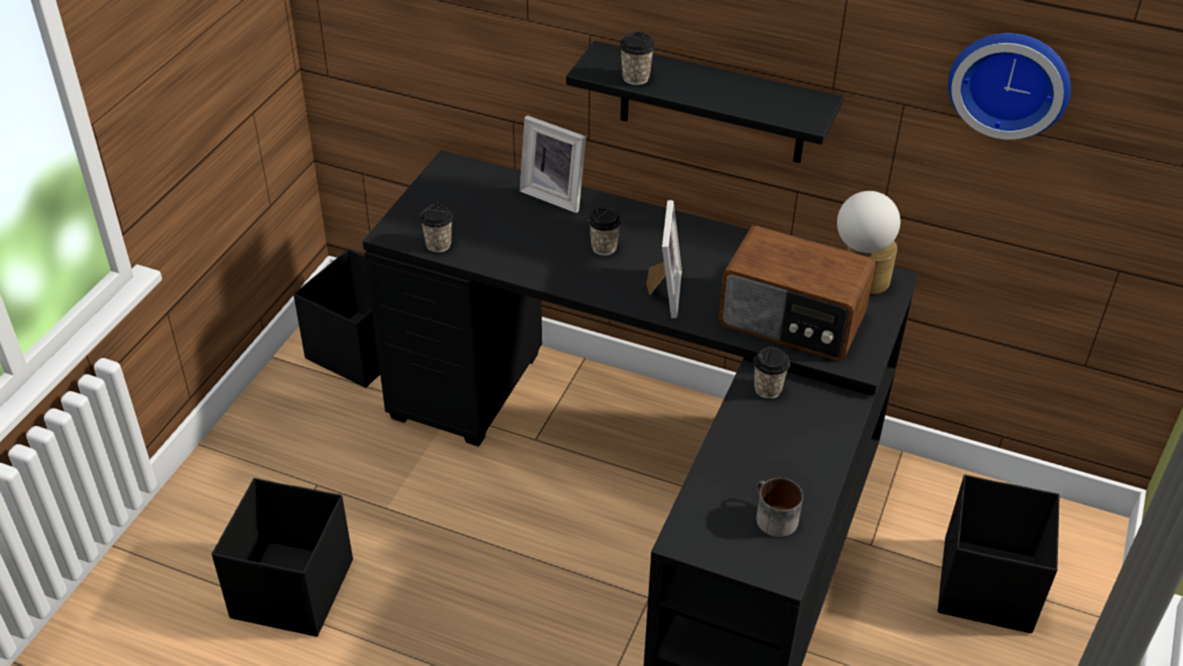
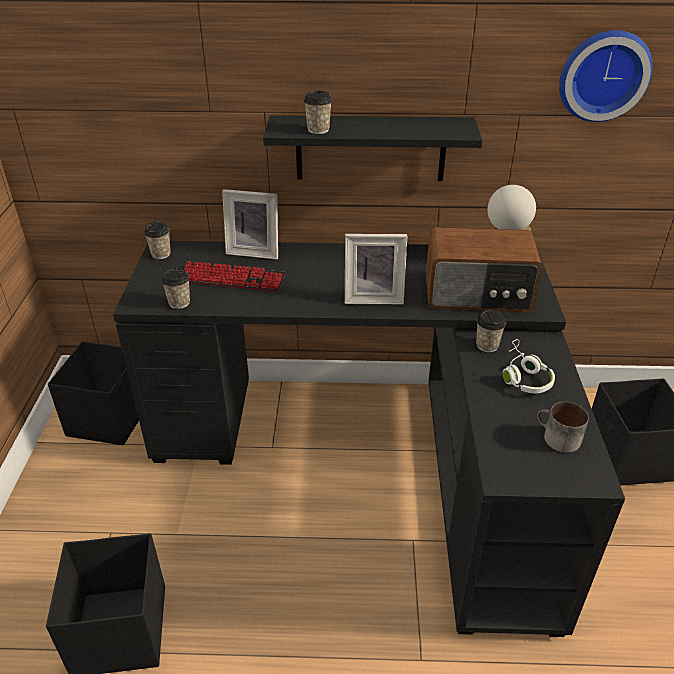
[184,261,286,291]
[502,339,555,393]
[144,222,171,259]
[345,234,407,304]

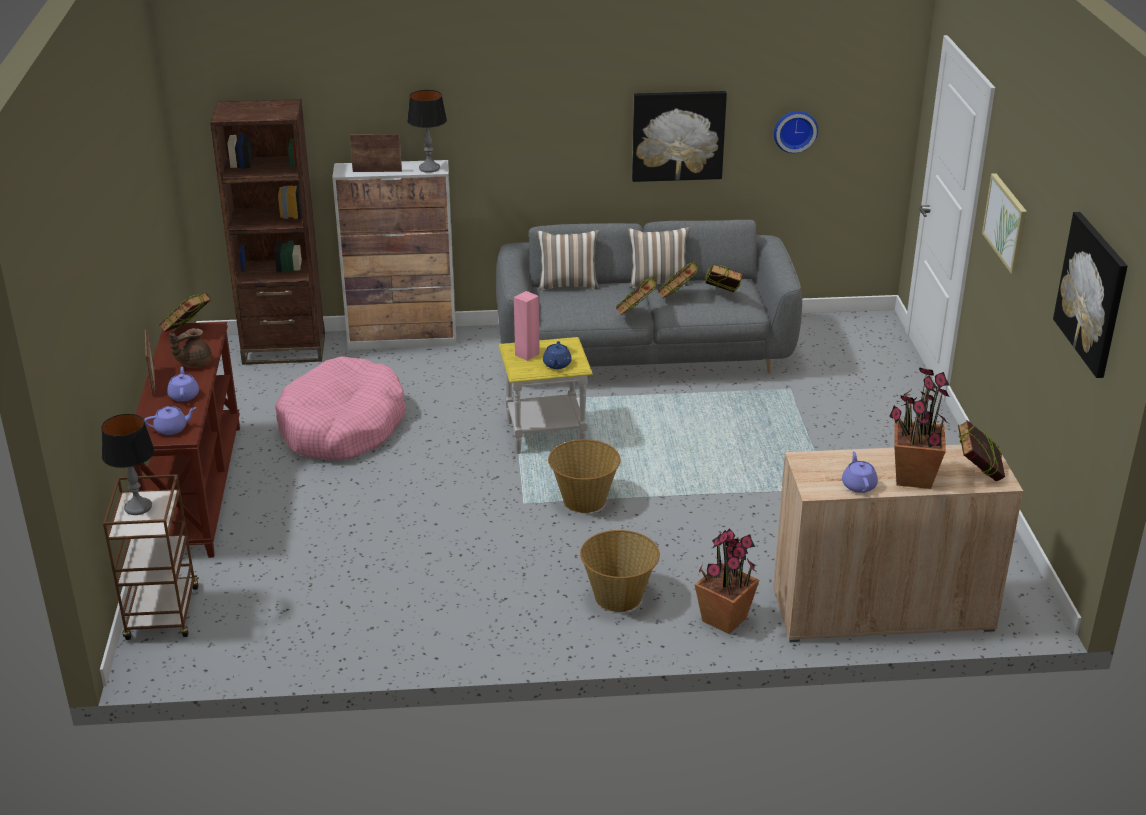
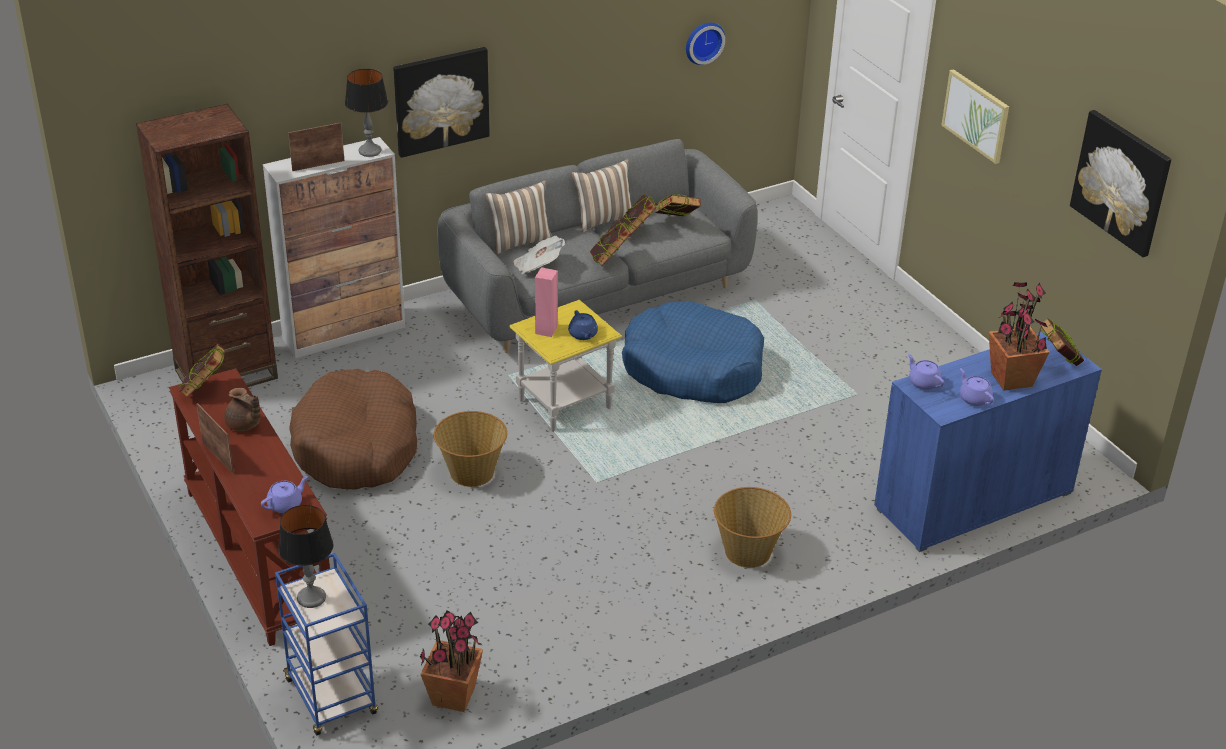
[513,236,565,274]
[622,302,764,403]
[908,354,944,390]
[434,411,507,487]
[393,47,490,158]
[420,610,483,712]
[275,553,378,736]
[289,369,417,489]
[874,331,1102,552]
[224,388,260,431]

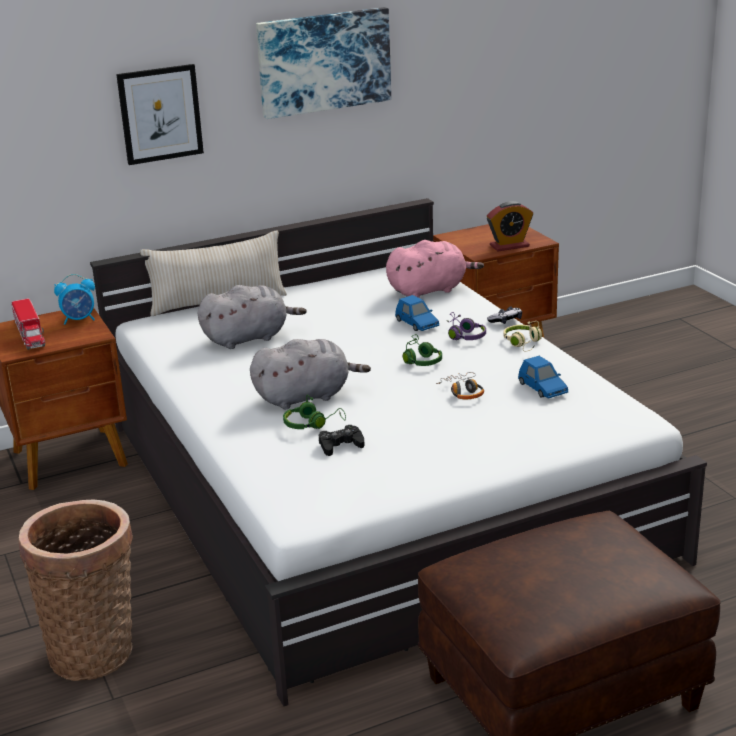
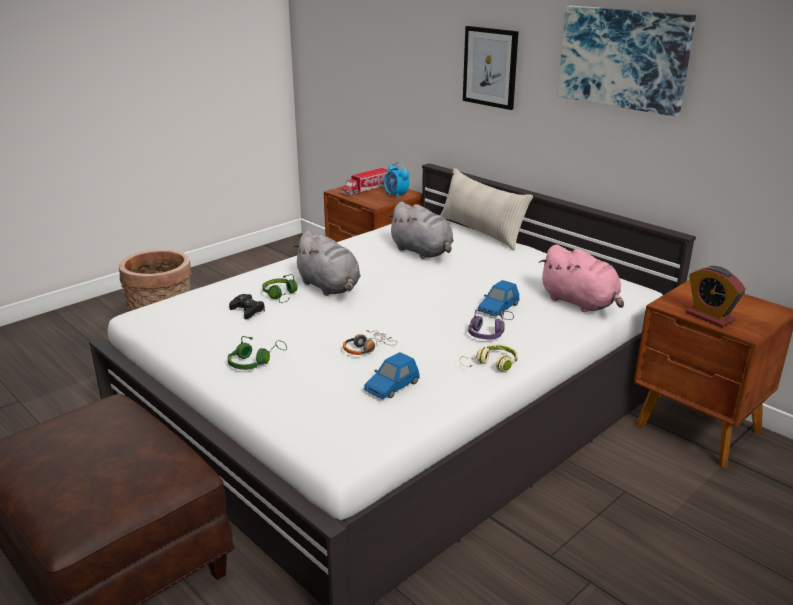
[487,306,522,324] (first image)
[228,336,287,370]

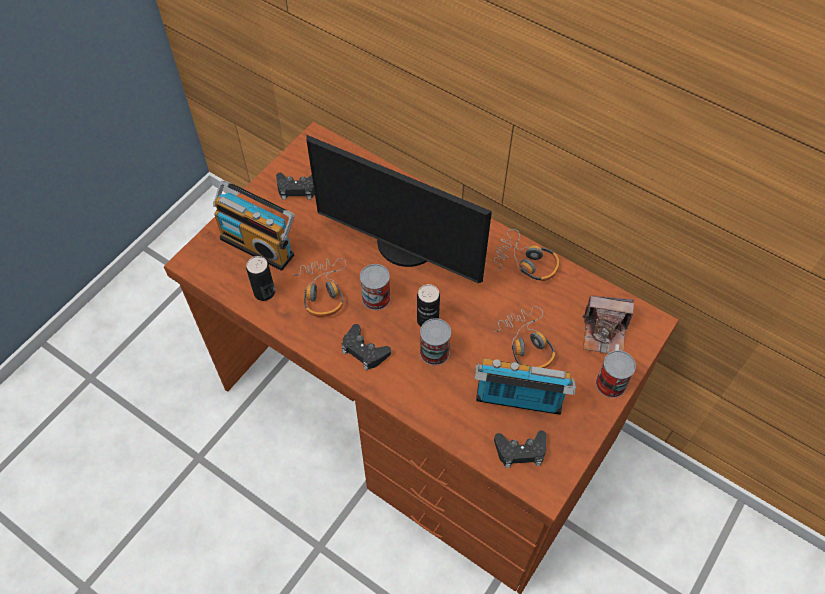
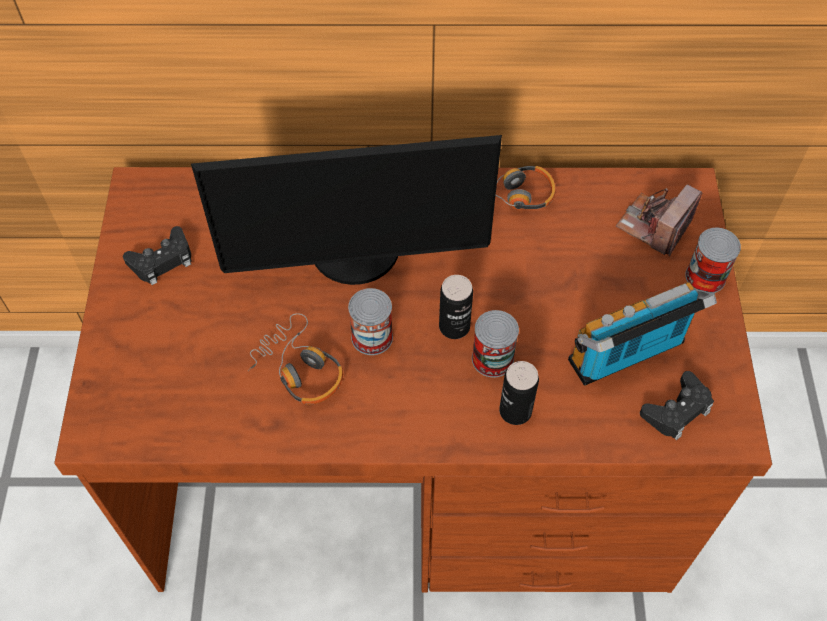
[213,181,295,271] (first image)
[342,324,391,371] (first image)
[492,306,555,368] (first image)
[499,361,539,425]
[616,184,703,257]

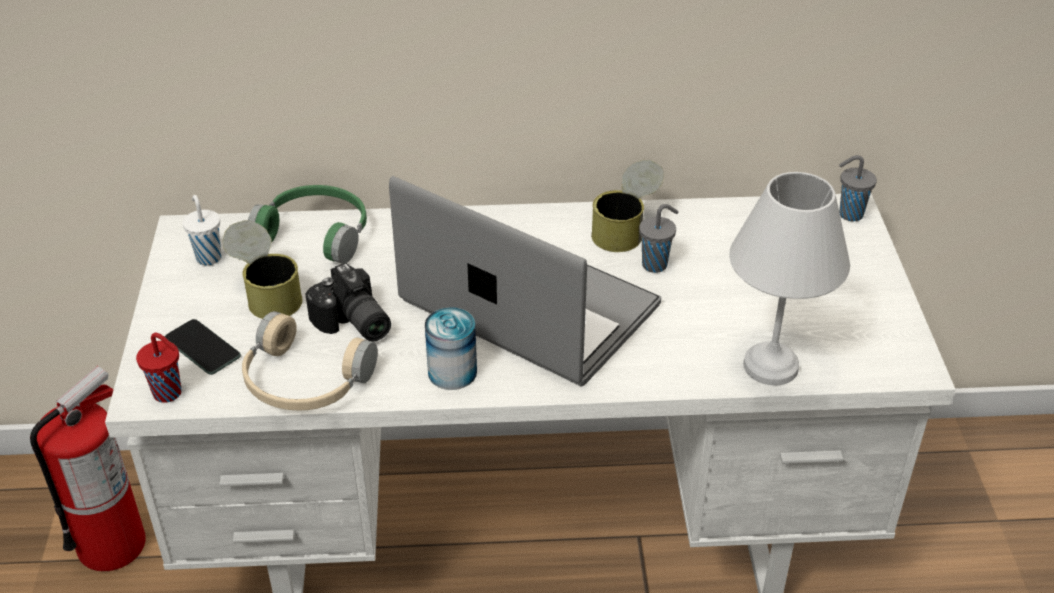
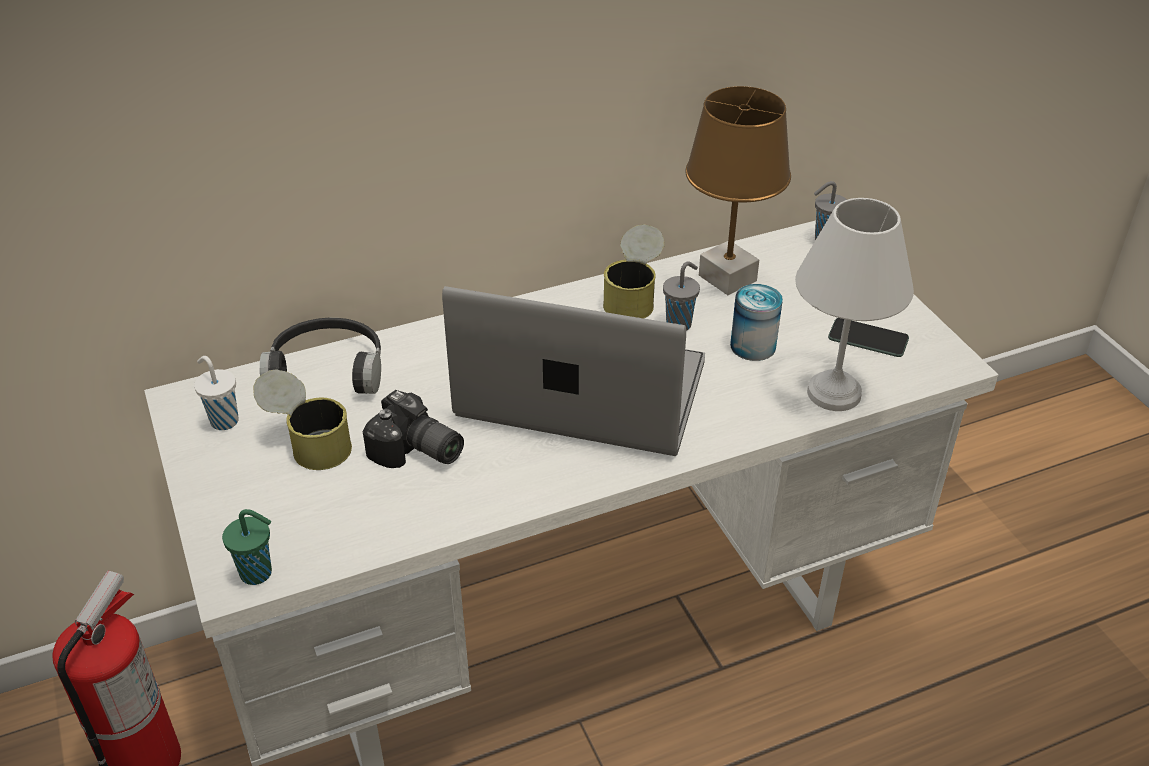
[242,311,377,410] (first image)
[685,86,791,295]
[828,318,909,357]
[730,284,783,361]
[222,509,272,585]
[260,318,381,394]

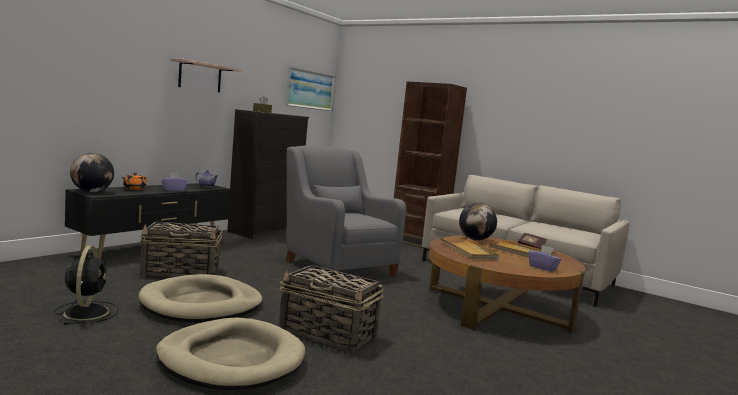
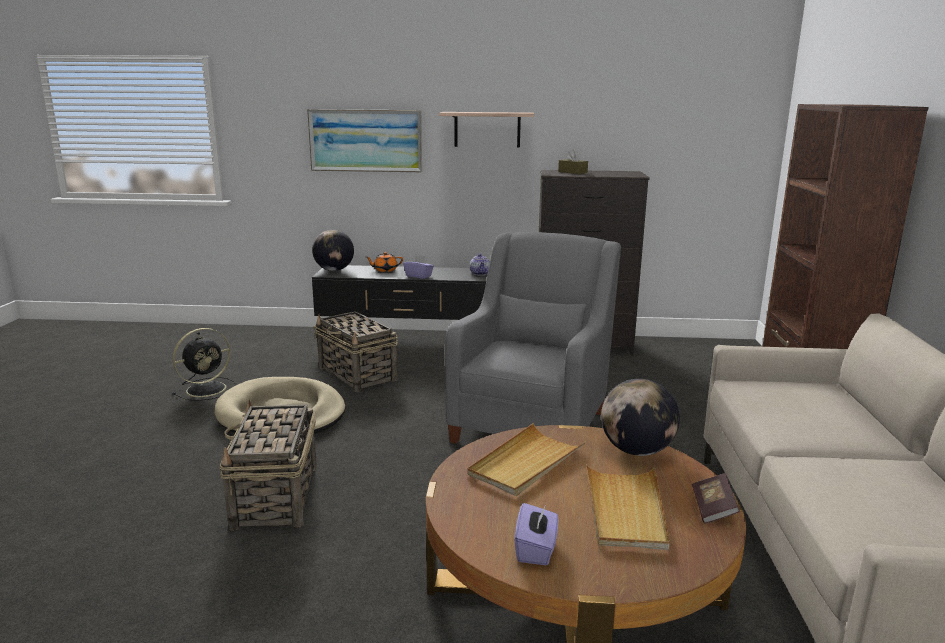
[156,317,305,390] (first image)
[307,109,422,172]

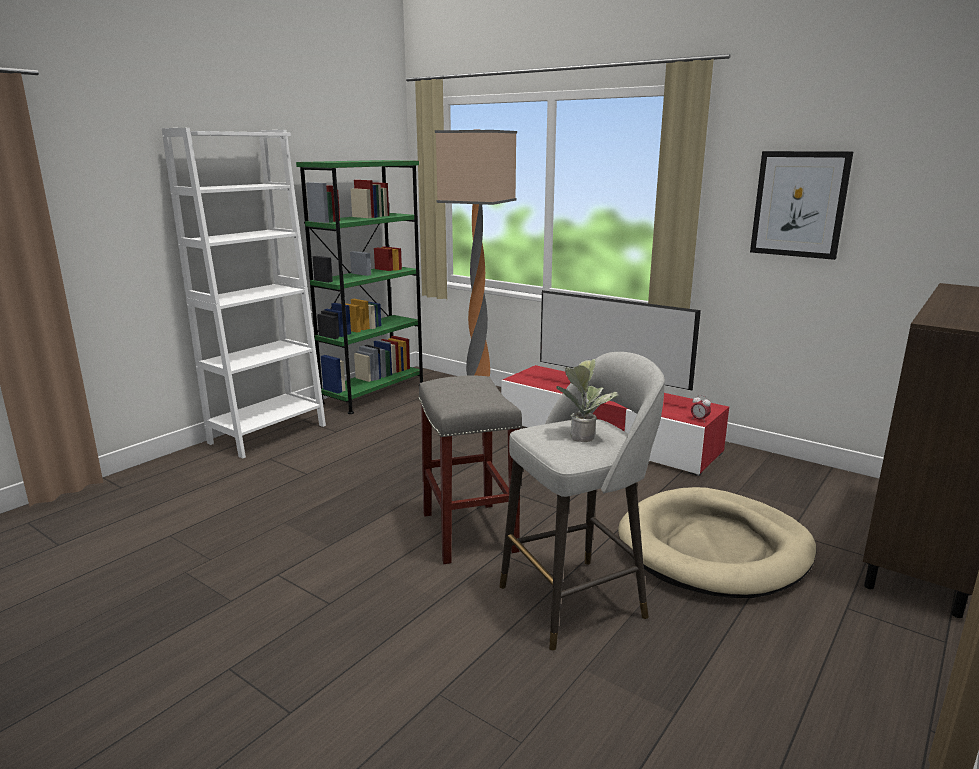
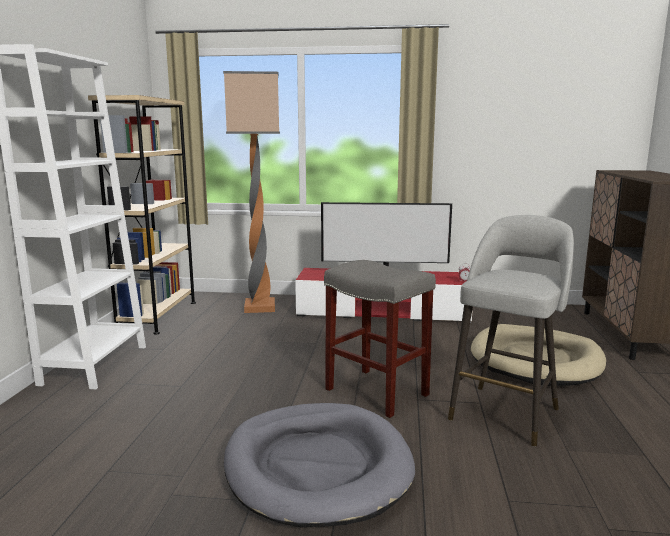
[556,359,619,442] (first image)
[750,151,853,260] (first image)
[224,403,415,528]
[88,95,196,335]

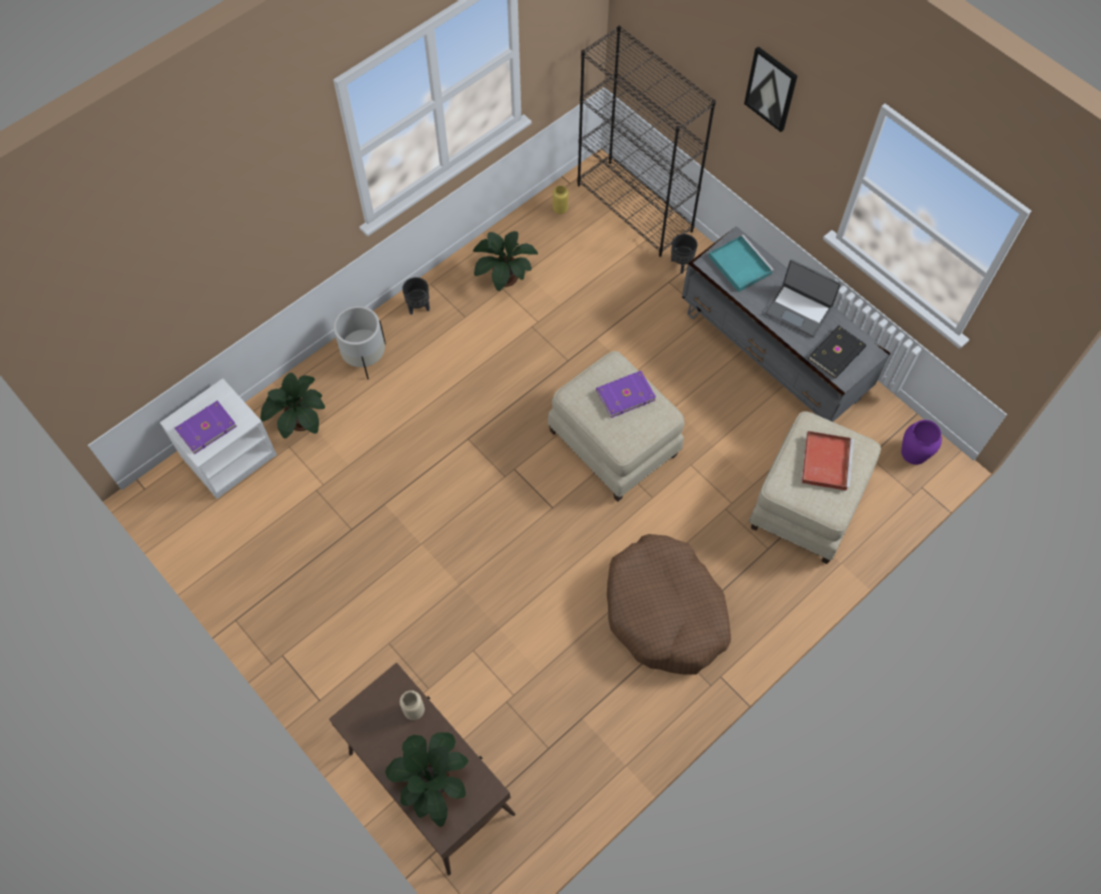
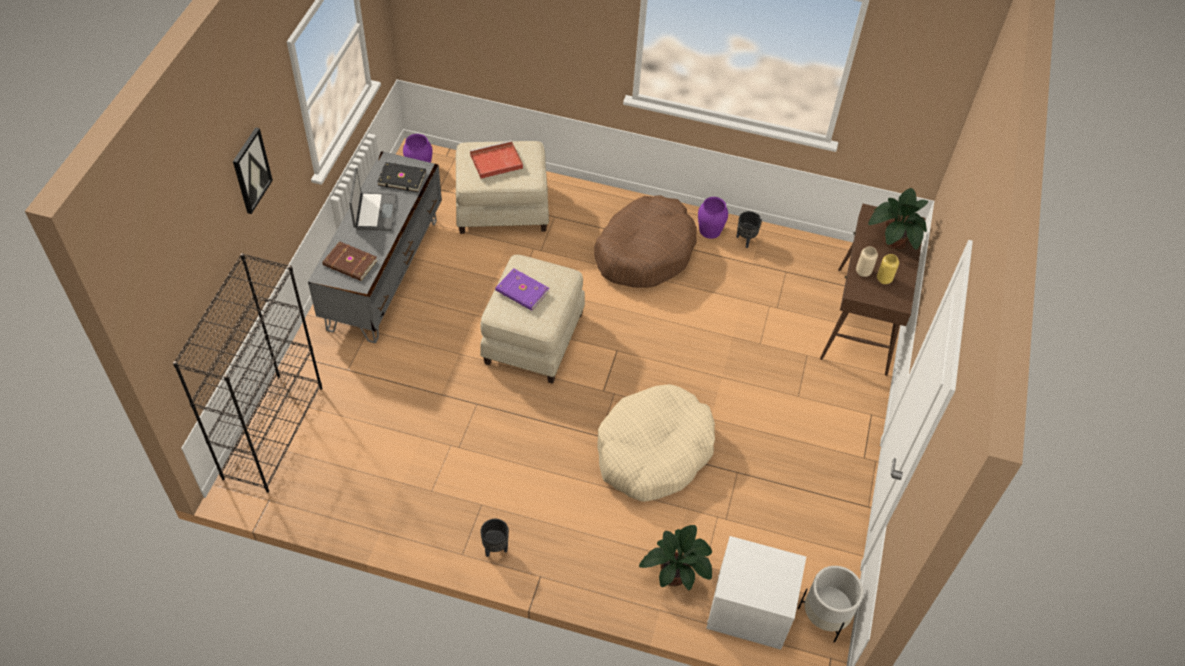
[175,400,237,454] (first image)
[473,231,538,291] (first image)
[597,384,715,502]
[698,197,728,239]
[798,566,863,642]
[877,254,899,284]
[736,211,762,248]
[322,241,378,281]

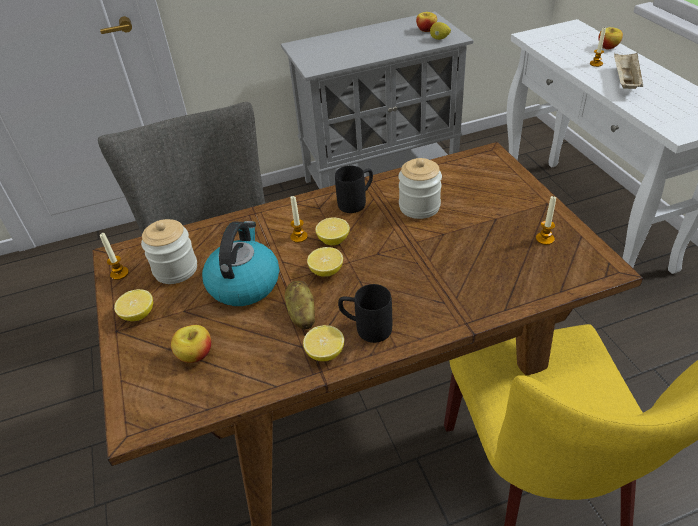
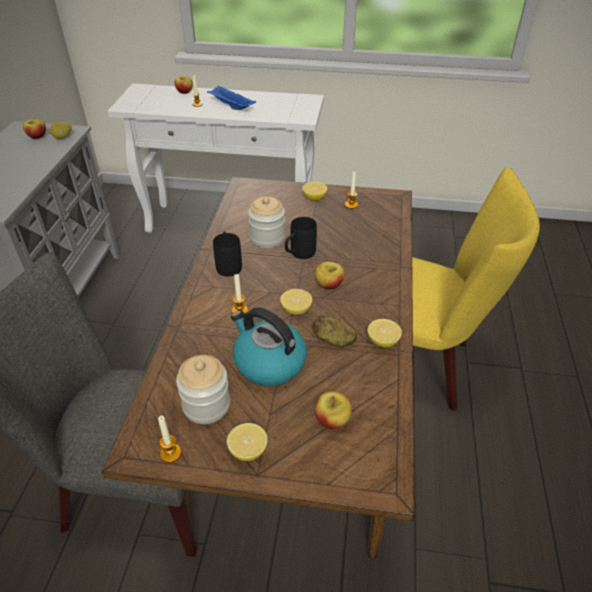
[315,262,344,289]
[302,182,327,201]
[285,217,317,259]
[207,85,256,110]

